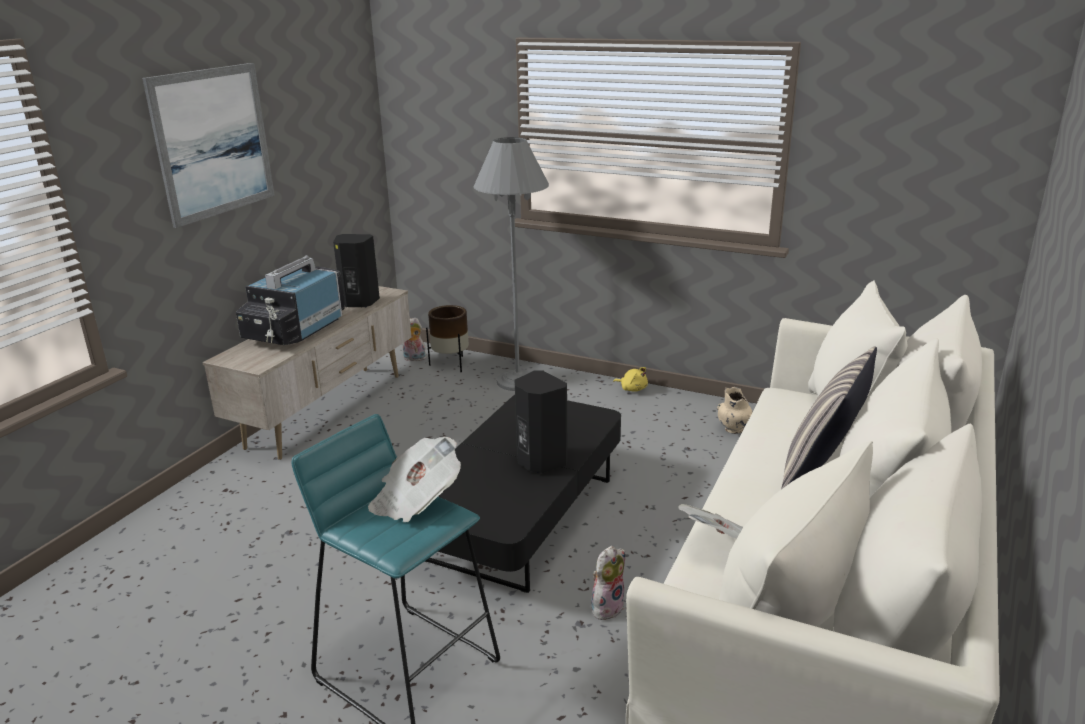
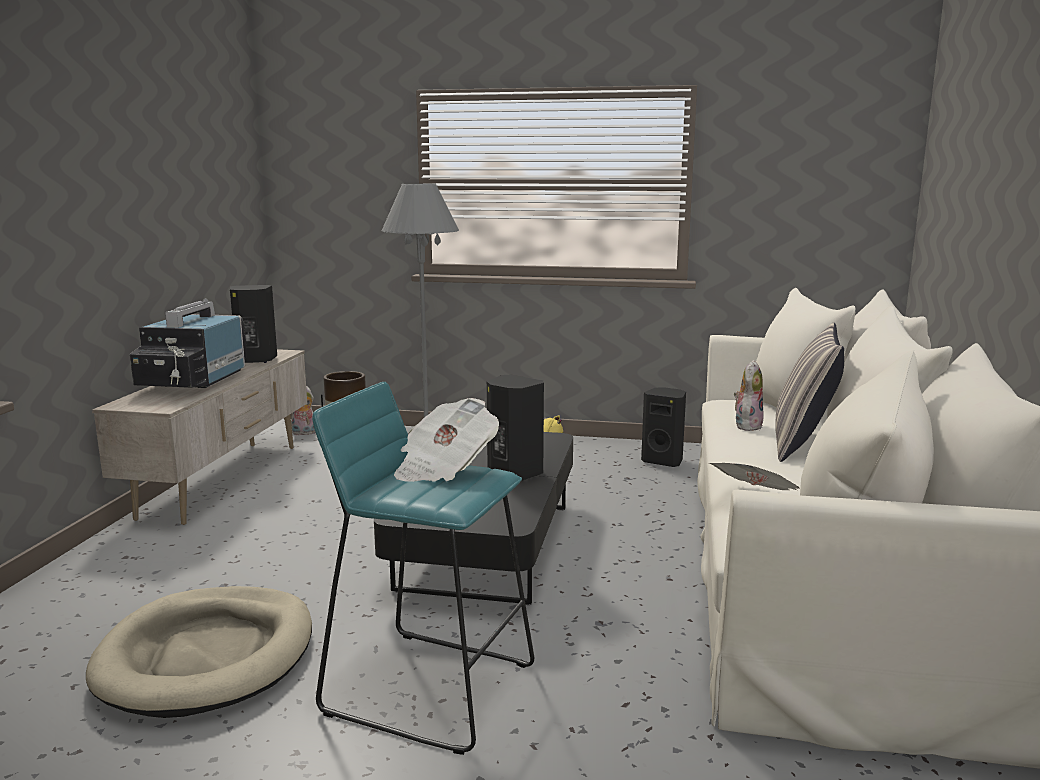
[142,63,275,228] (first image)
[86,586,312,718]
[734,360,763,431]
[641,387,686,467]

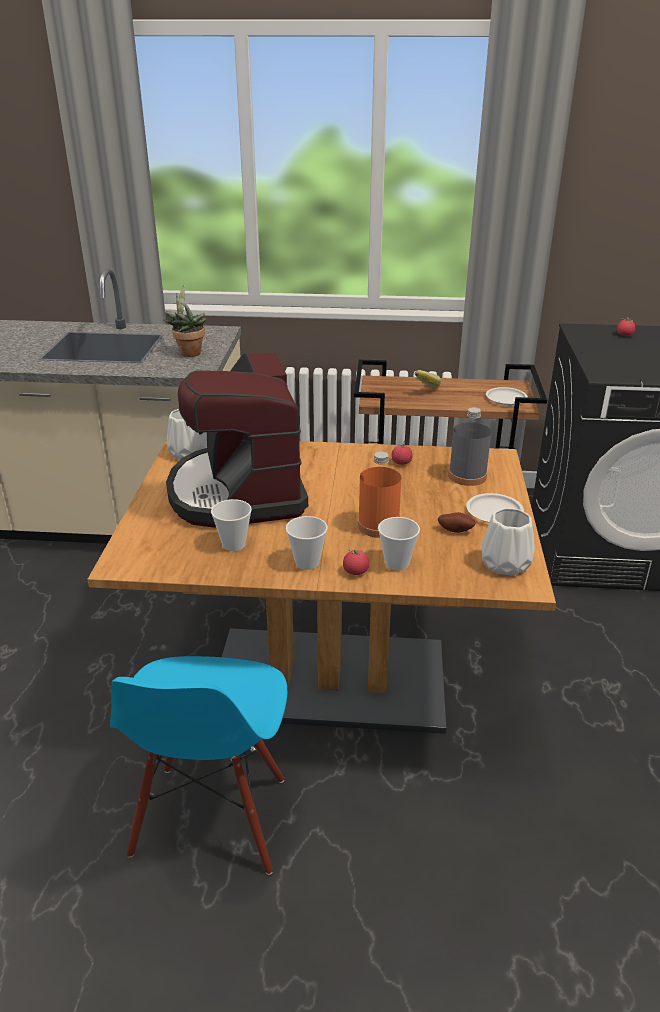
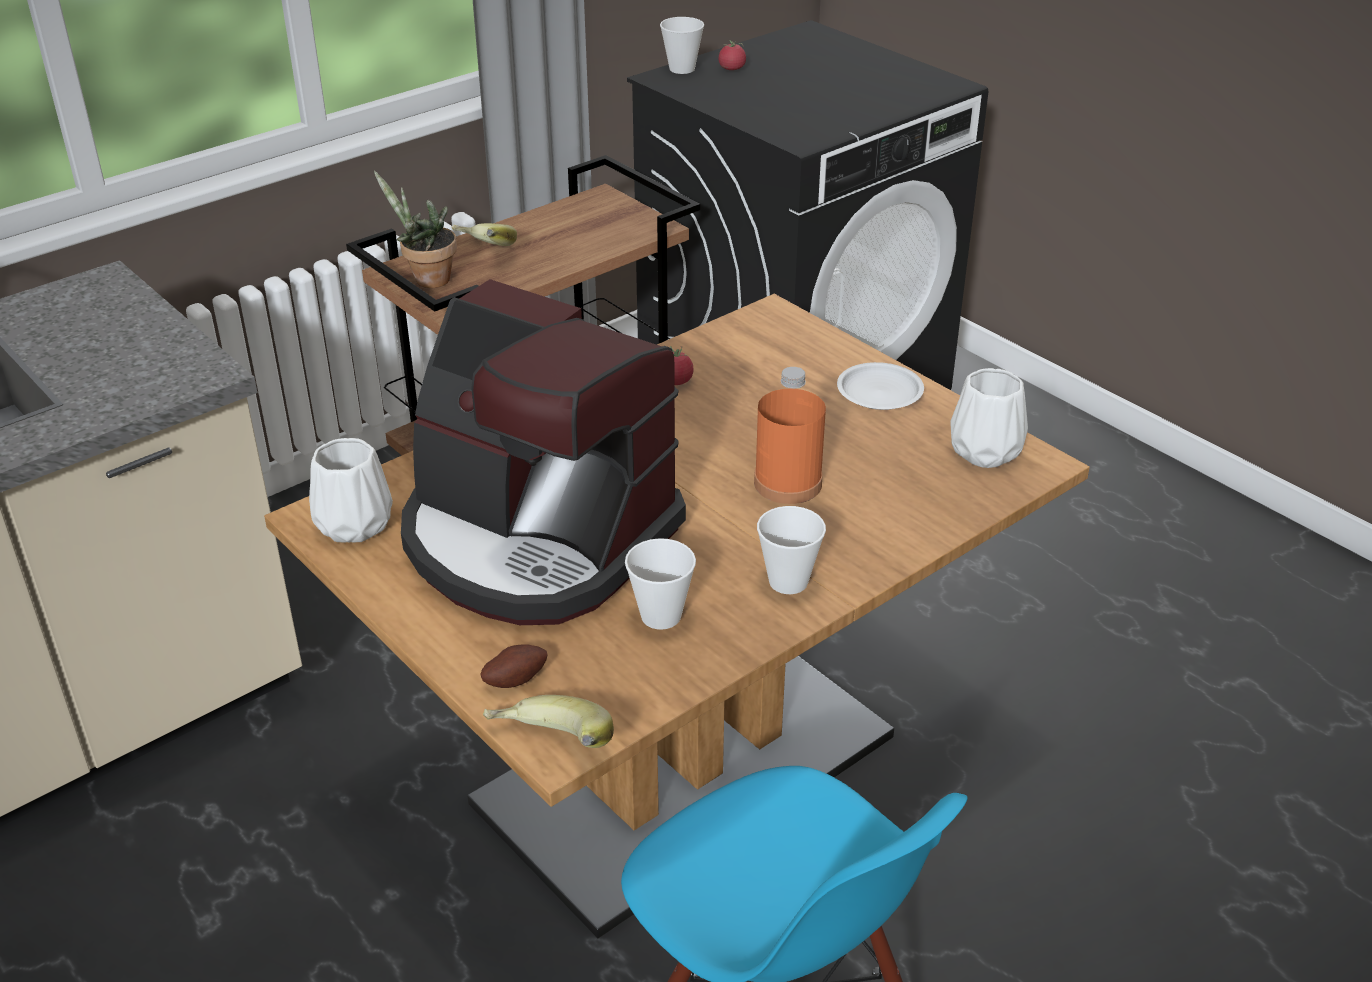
[343,547,369,575] (first image)
[449,407,491,486] (first image)
[486,387,528,405] (first image)
[483,695,614,748]
[374,171,457,288]
[660,17,704,74]
[480,644,547,688]

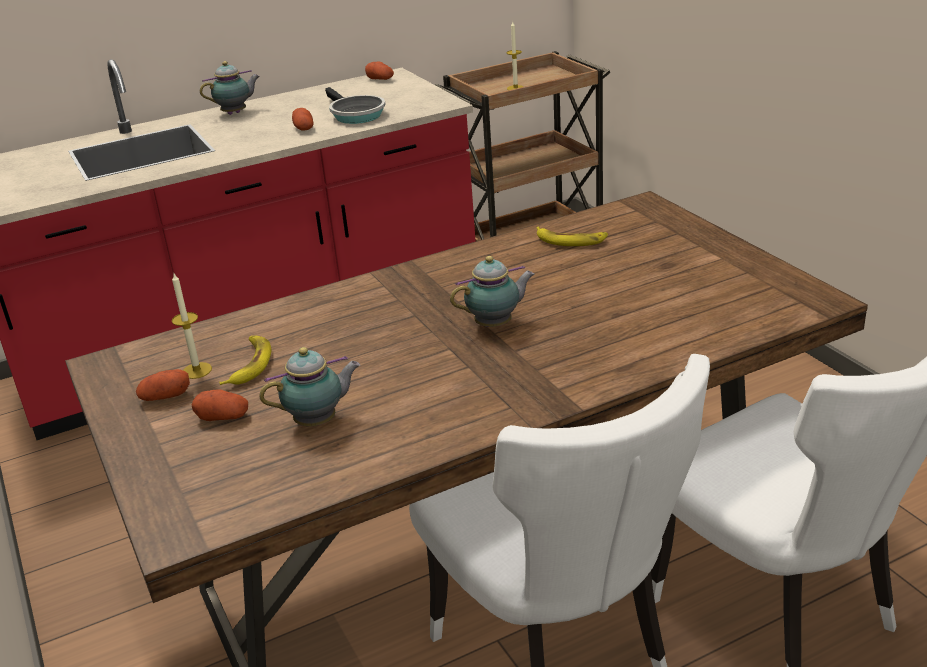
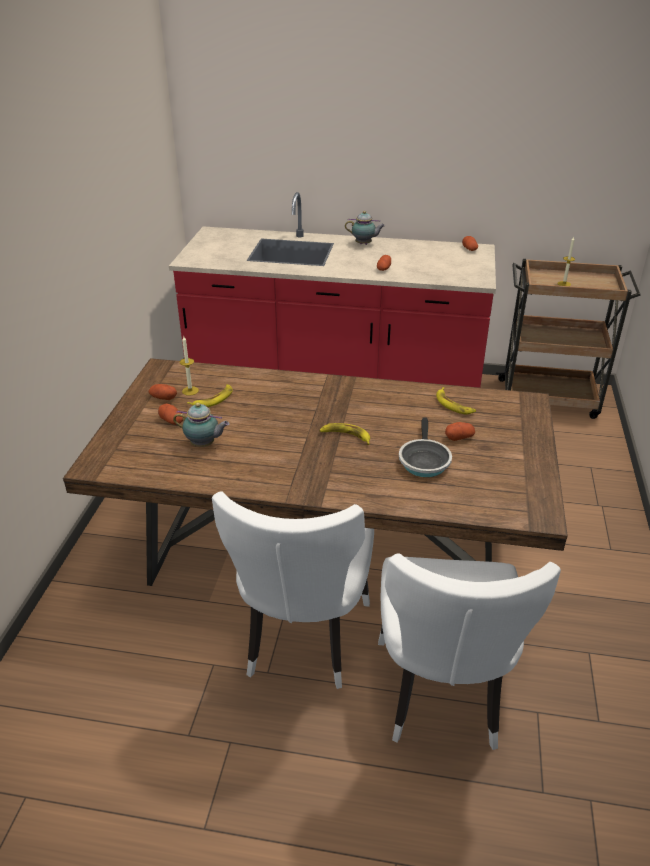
[445,422,475,441]
[399,417,452,477]
[319,423,370,445]

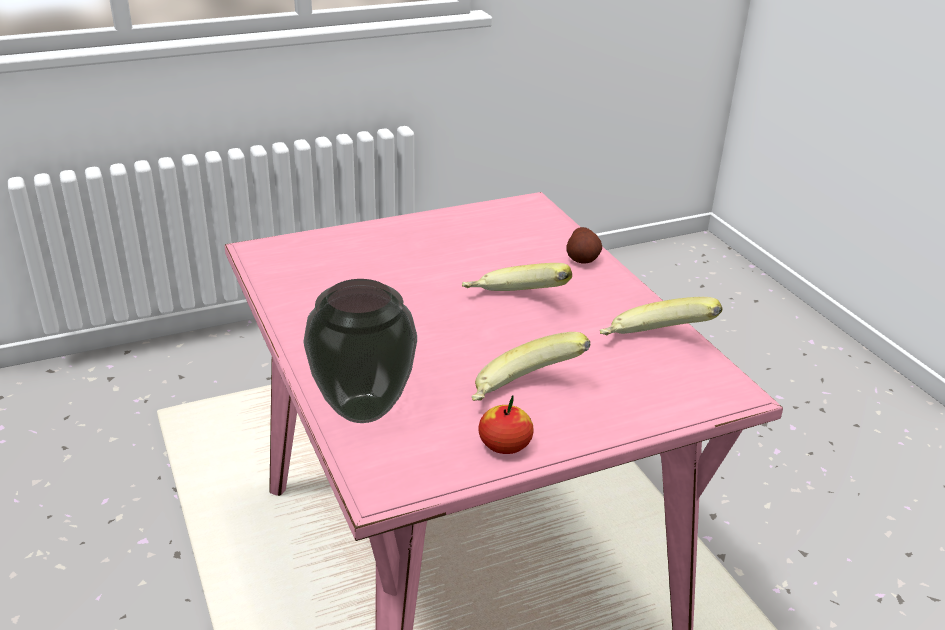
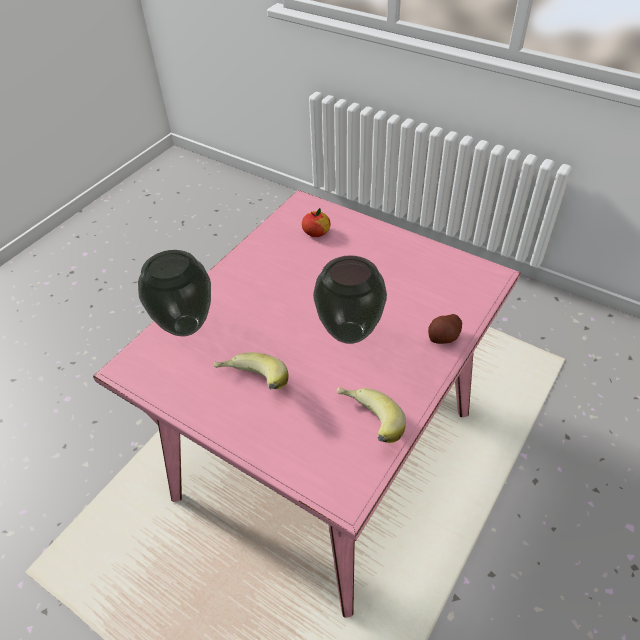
[302,208,330,237]
[313,256,387,344]

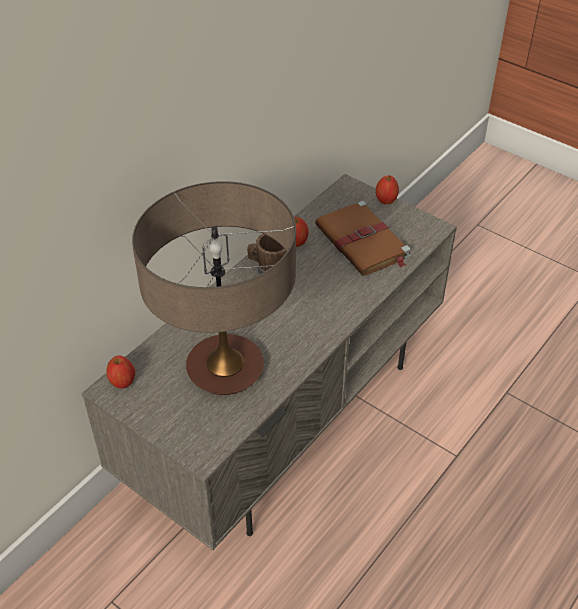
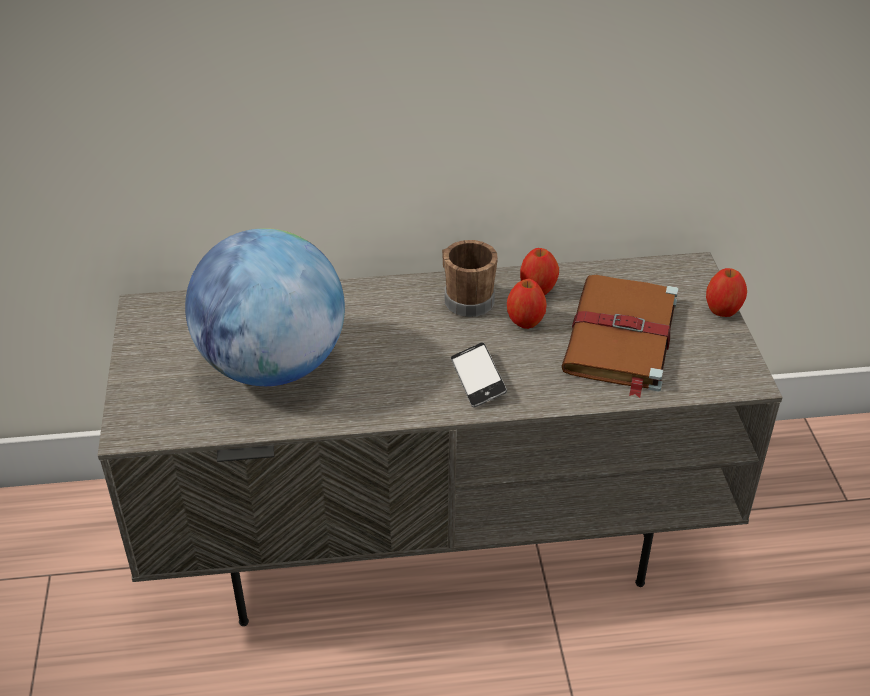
[451,342,507,407]
[507,279,547,329]
[185,228,345,386]

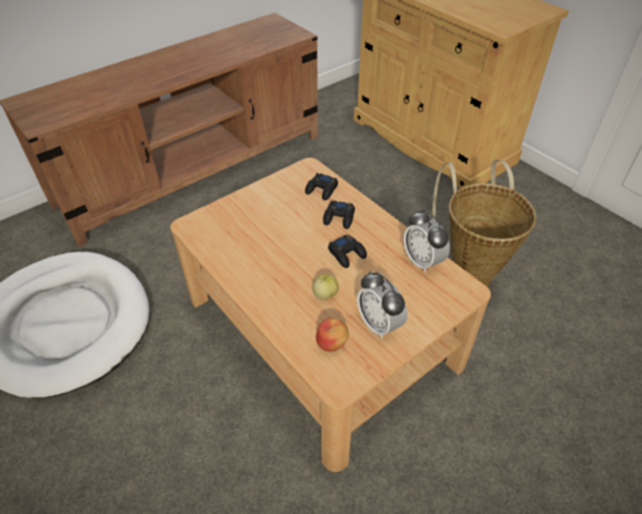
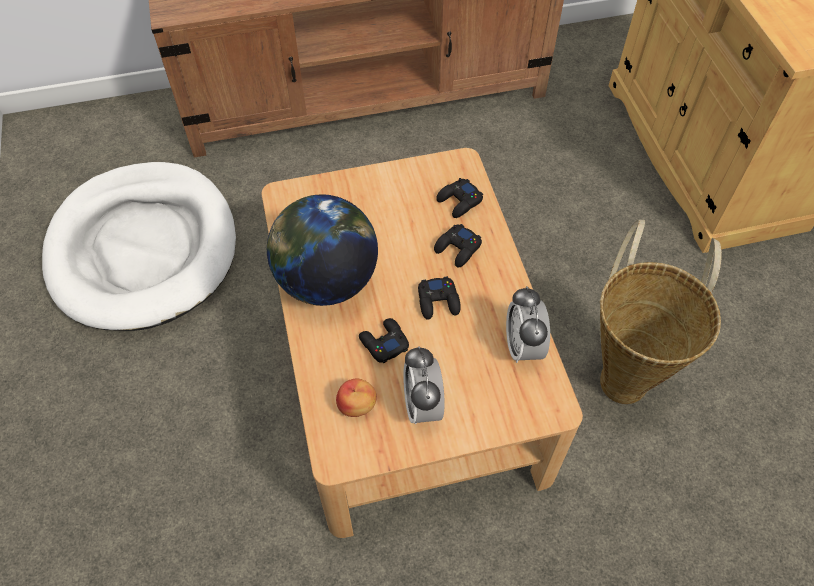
[267,195,378,306]
[359,318,409,364]

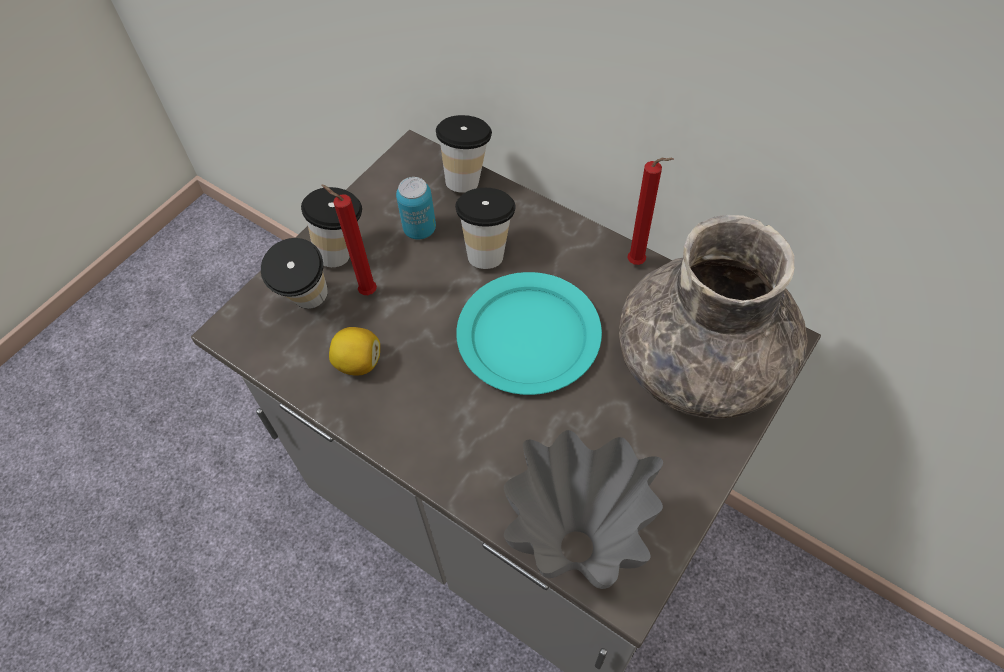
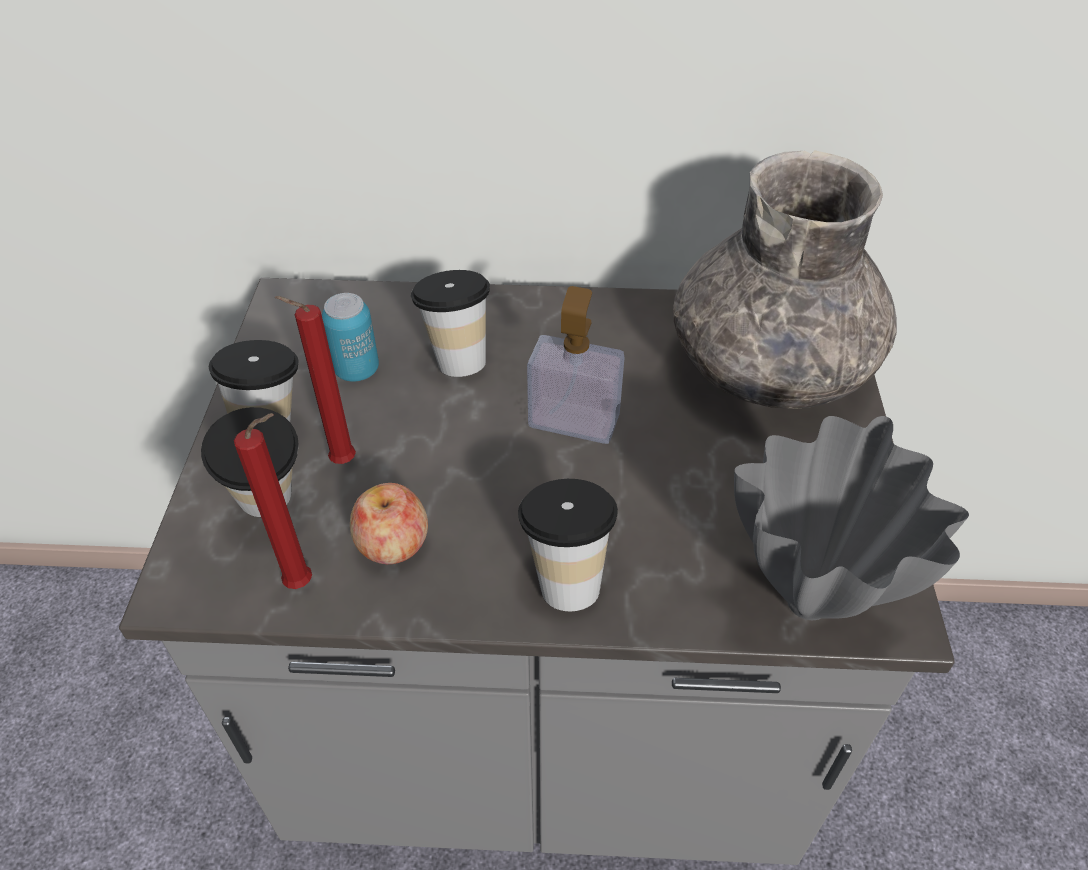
[518,479,618,611]
[234,413,312,589]
[350,483,428,564]
[527,286,625,444]

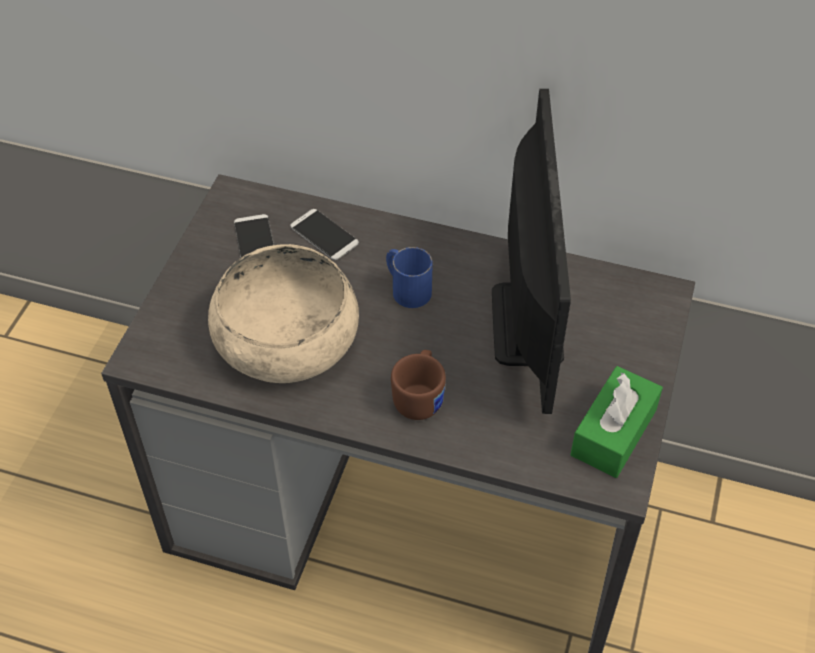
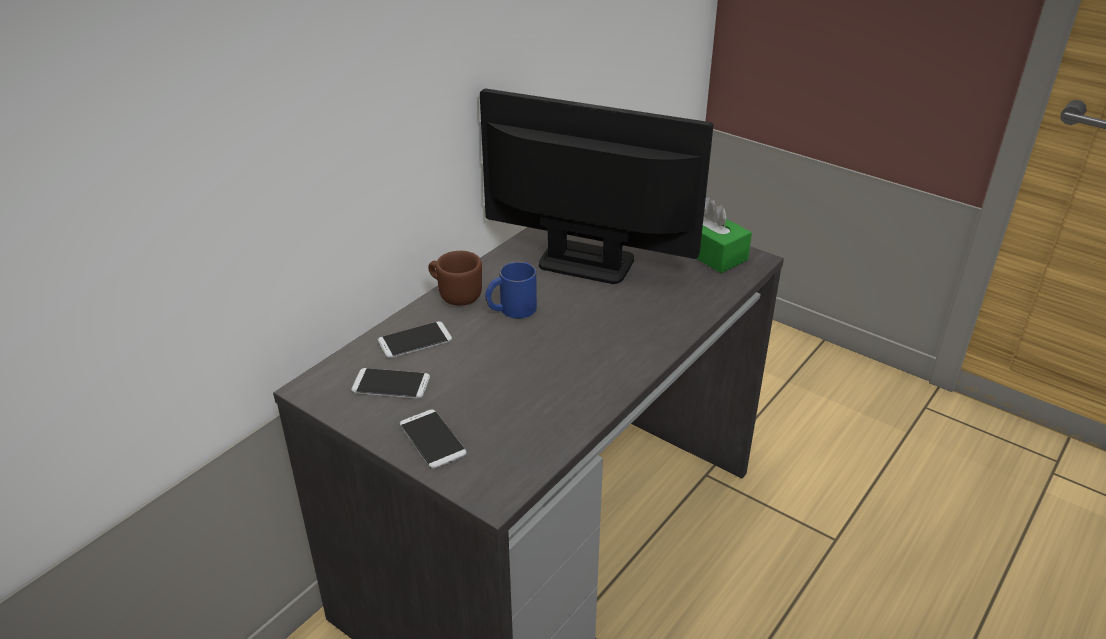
[208,244,359,383] (first image)
[400,409,467,469]
[428,251,482,306]

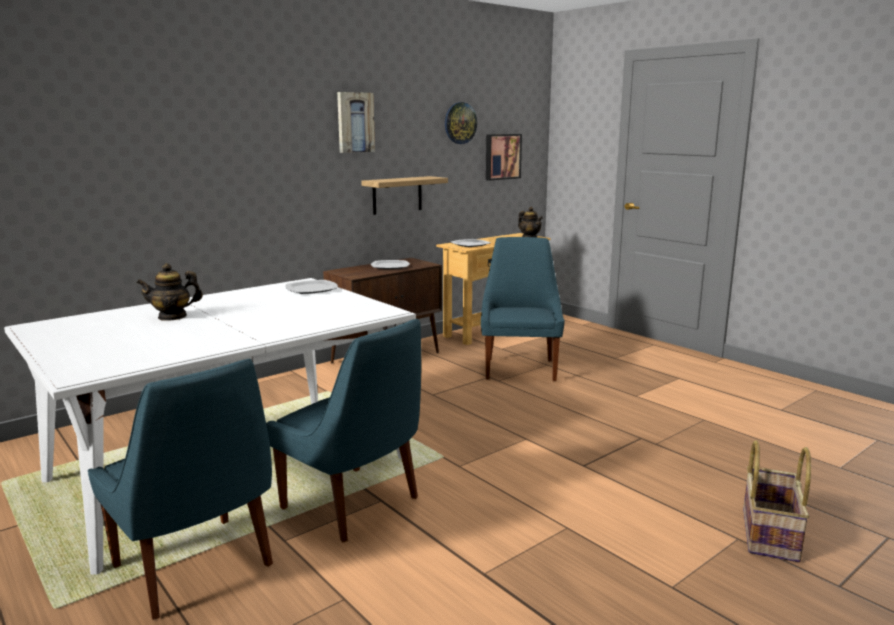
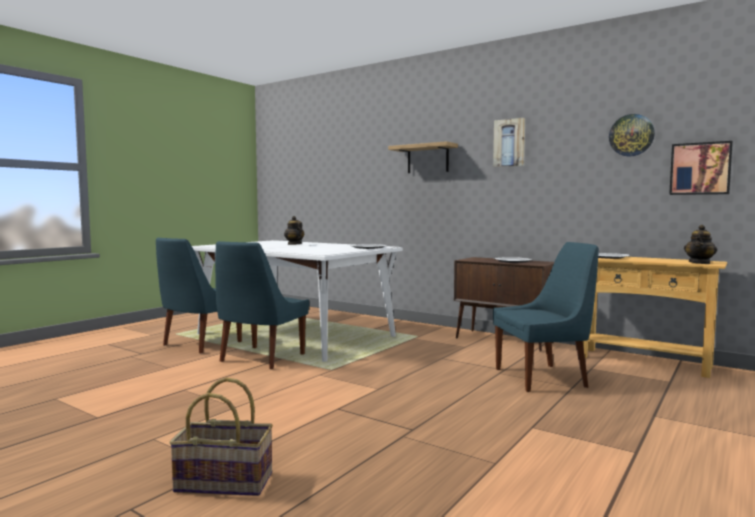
[388,141,458,173]

